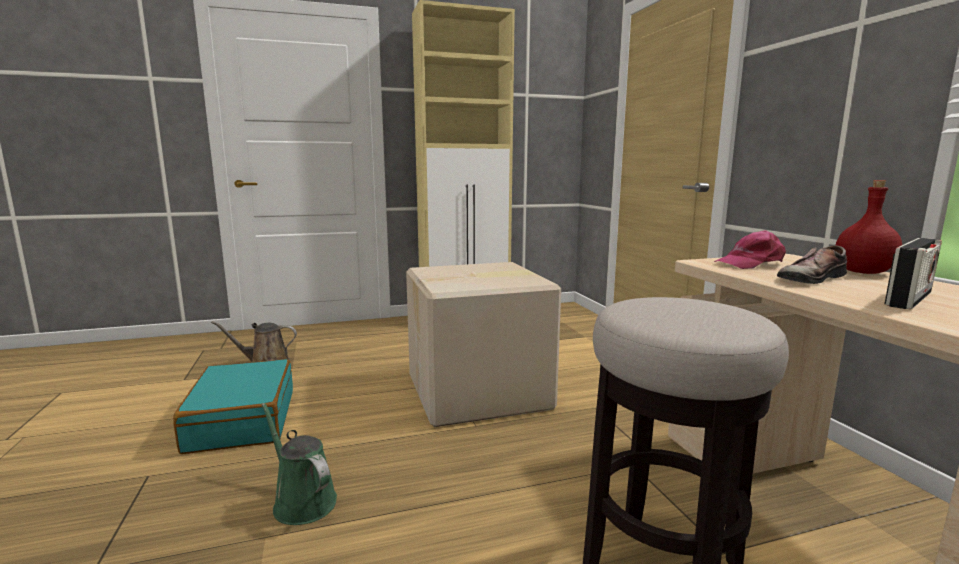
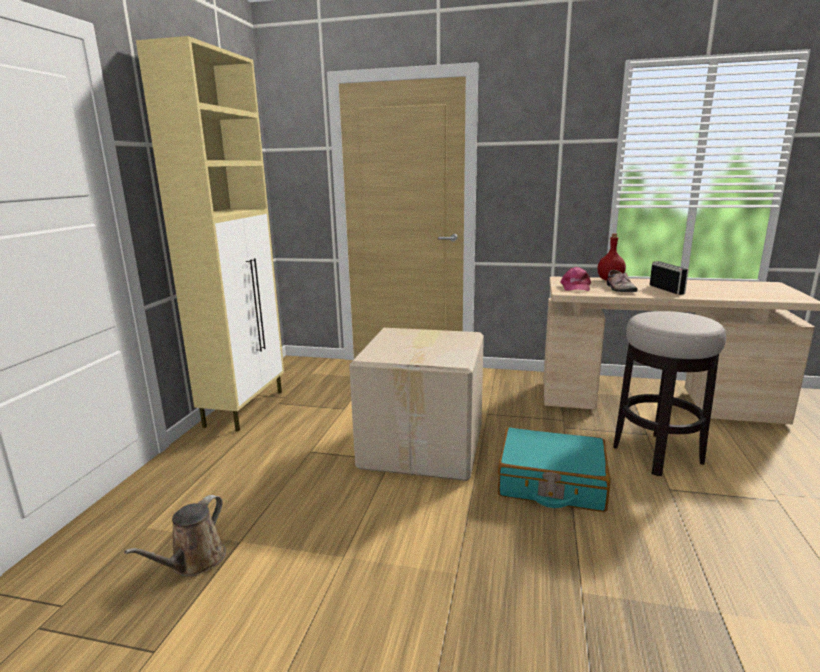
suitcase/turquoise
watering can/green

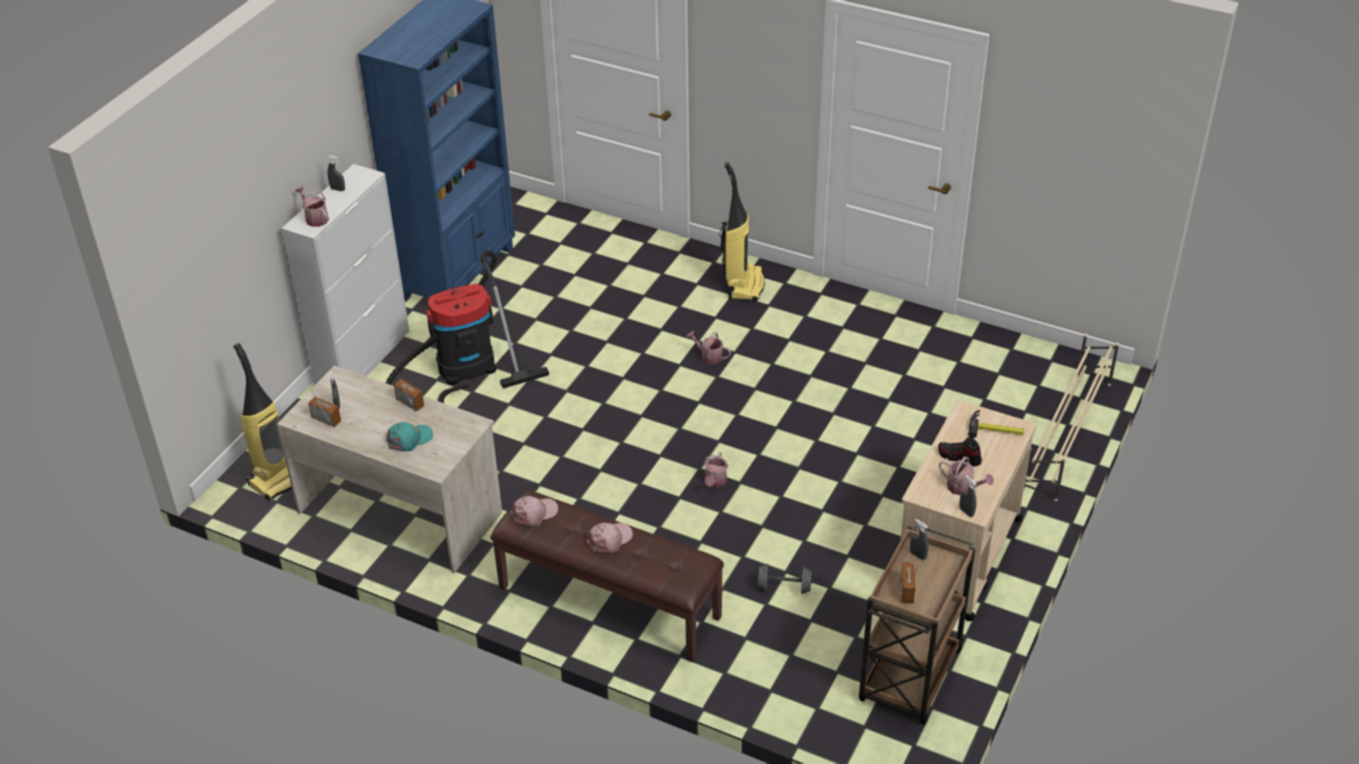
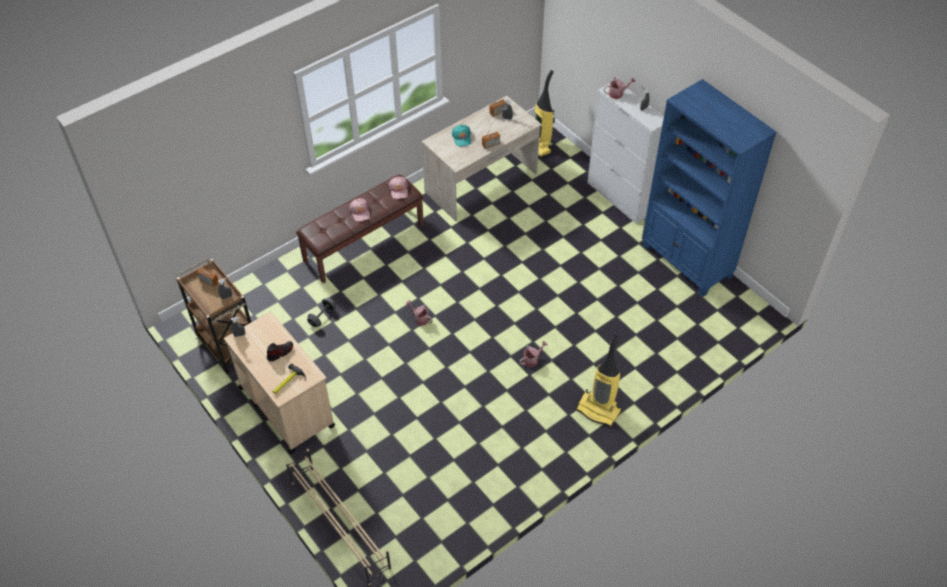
vacuum cleaner (no. 2 from left in the first image)
watering can (no. 4 from left in the first image)

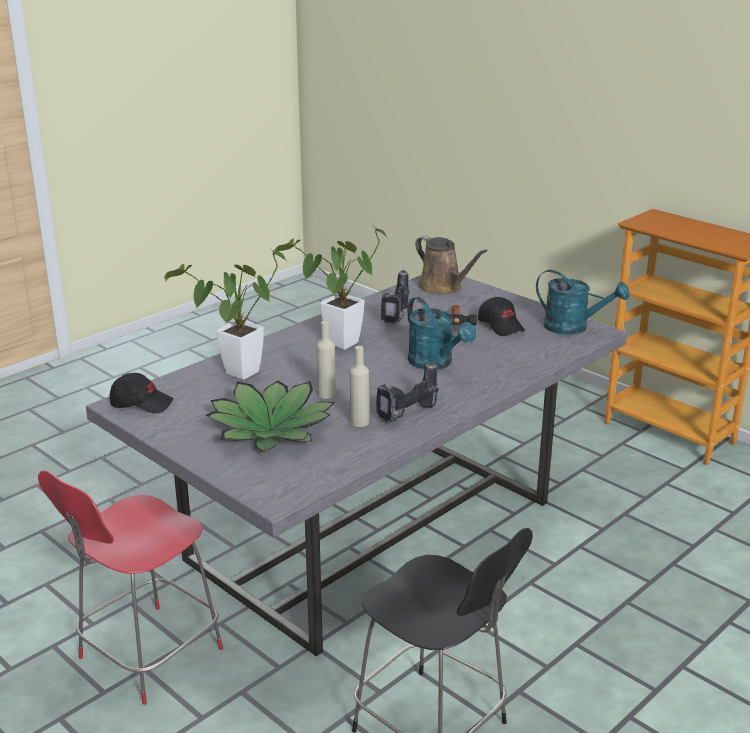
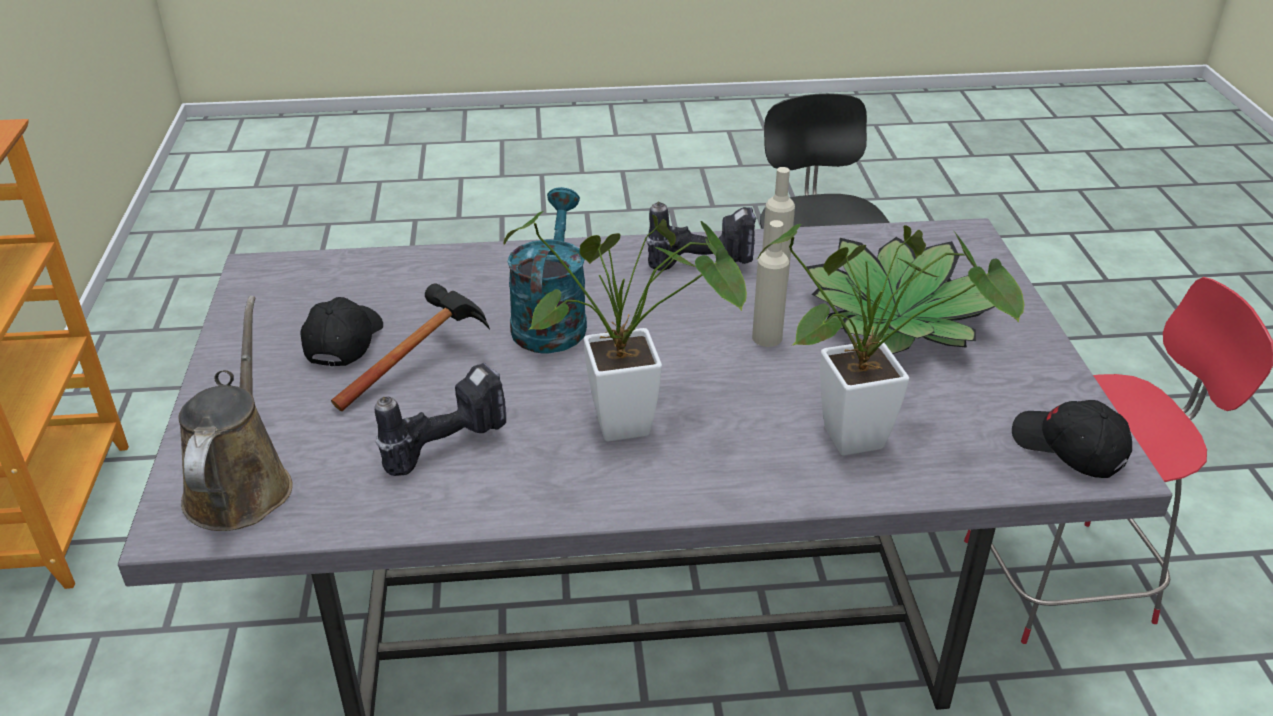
watering can/turquoise (no. 2 from left in the first image)

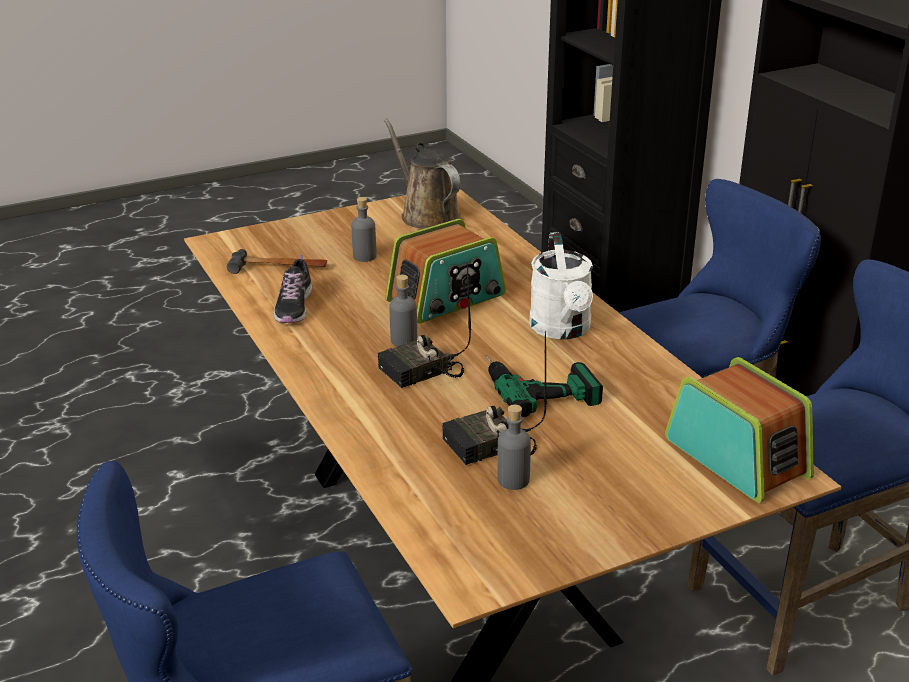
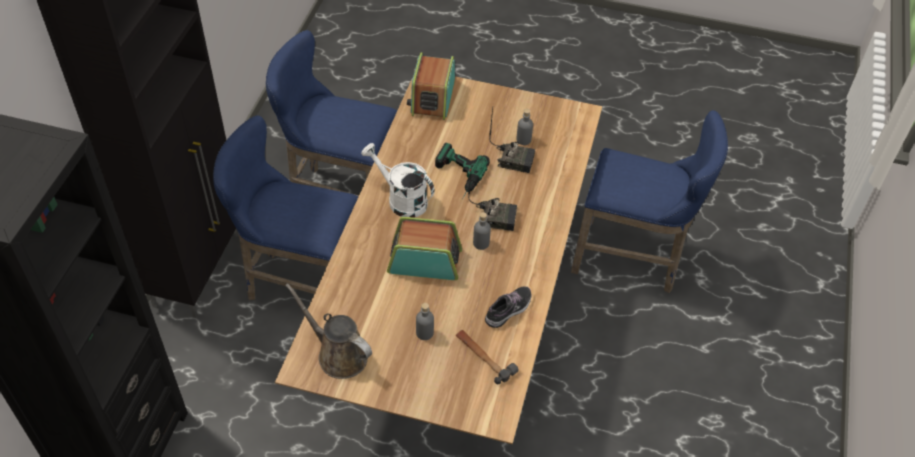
watering can/brown
watering can/white

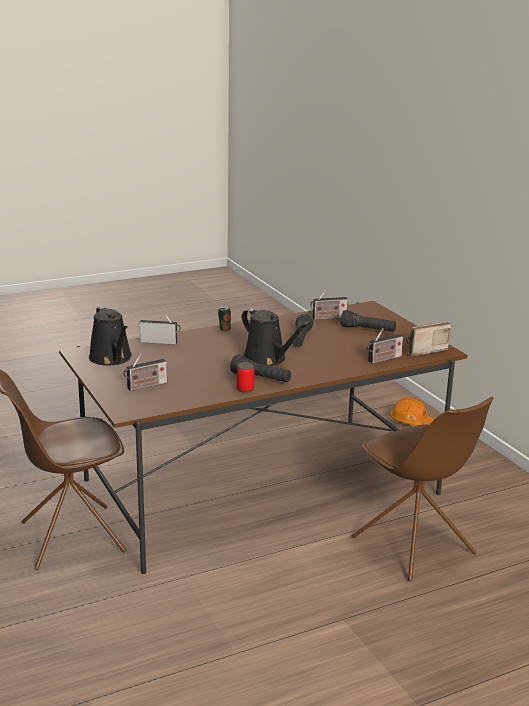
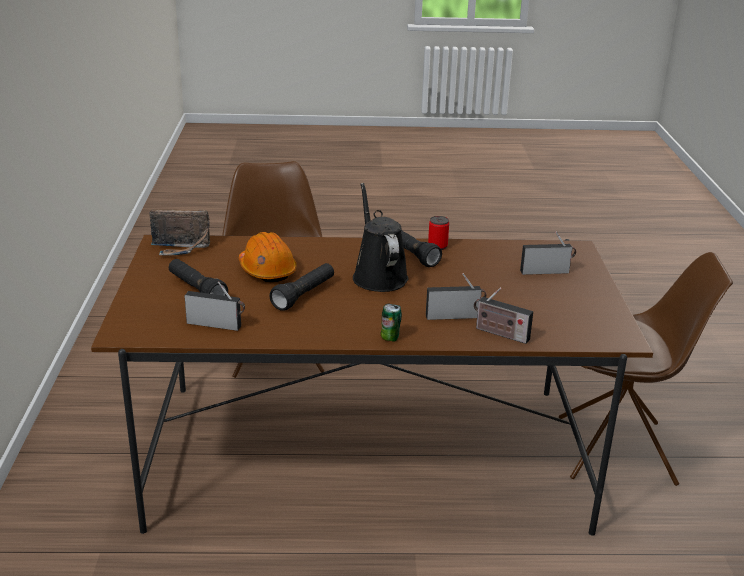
watering can/black (no. 1 from left in the first image)
radio (no. 3 from left)
hard hat/orange

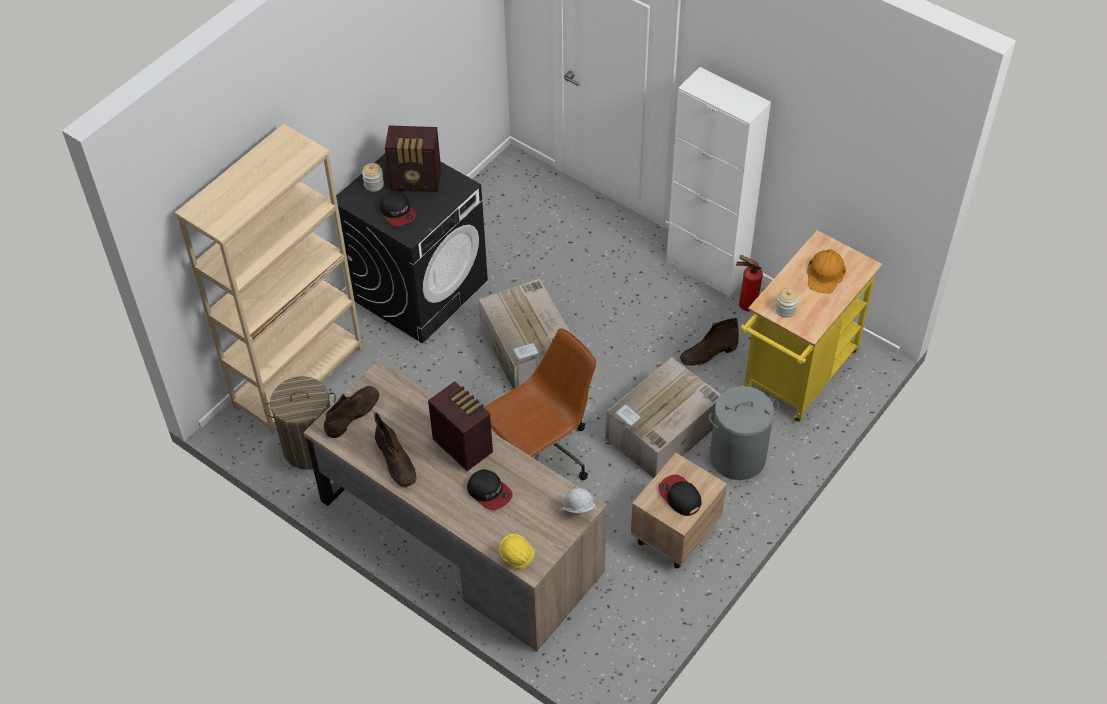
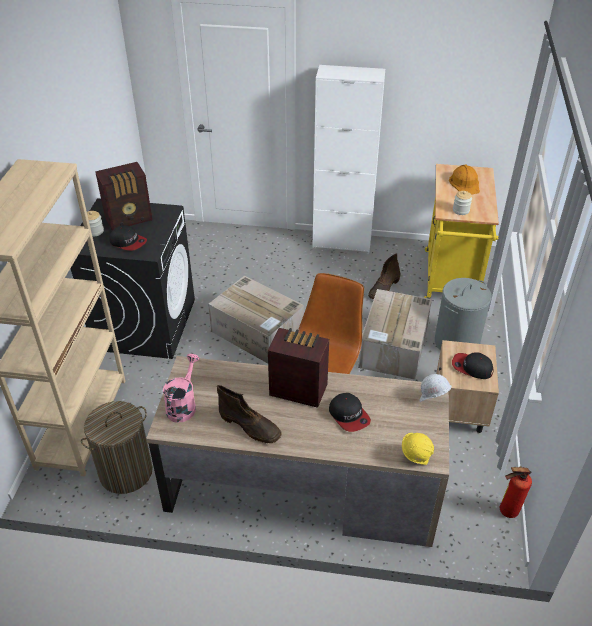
watering can/pink
cap (no. 2 from left)
fire extinguisher

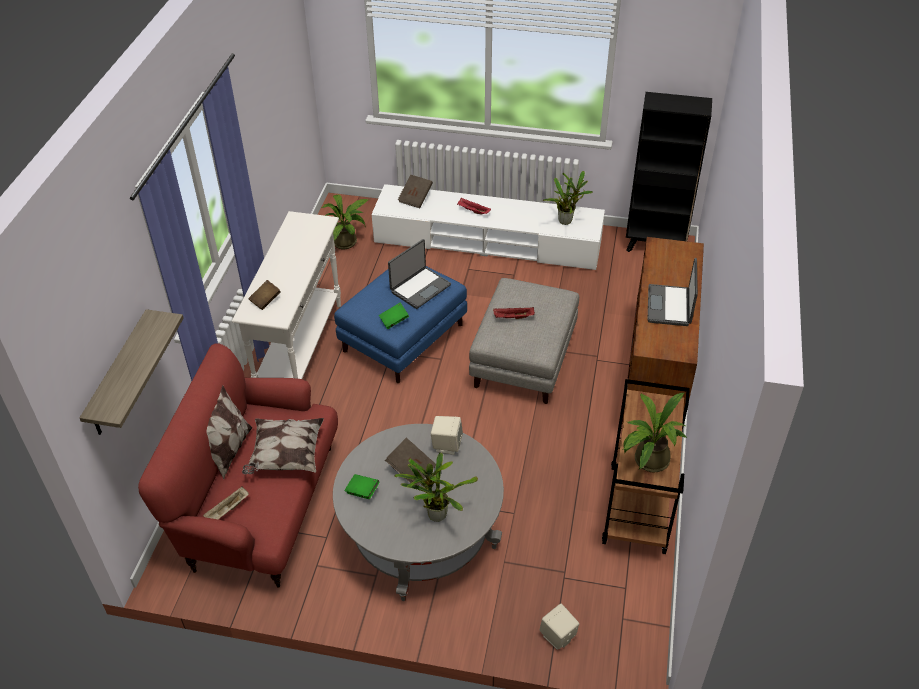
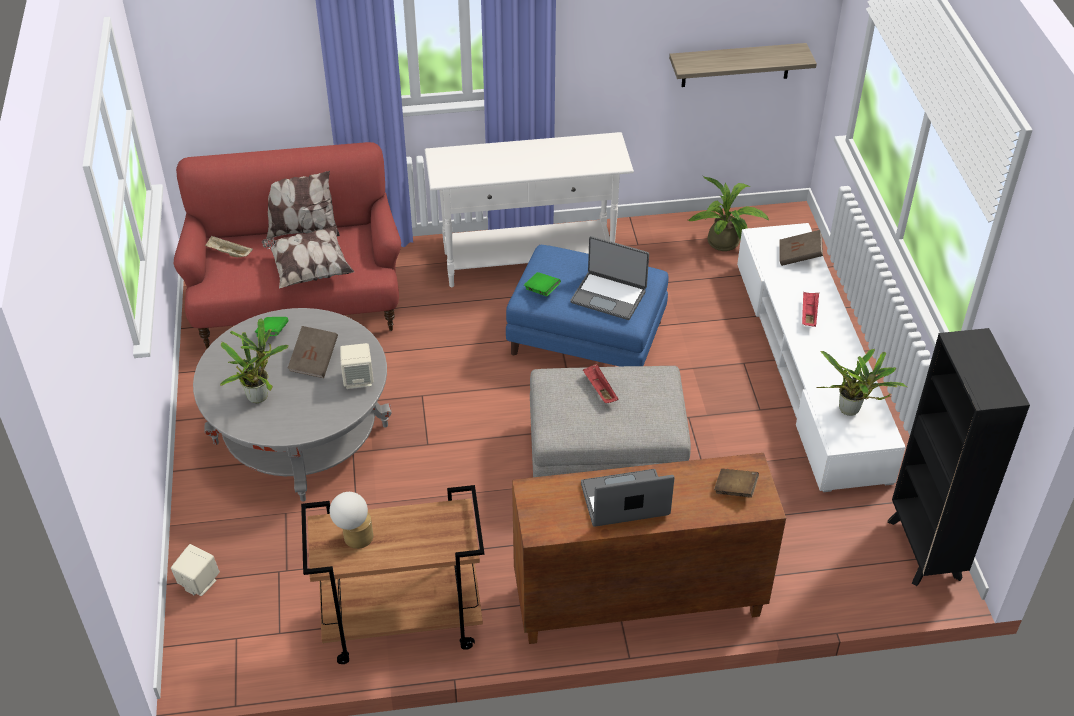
shelf
book/brown (no. 2 from left)
table lamp

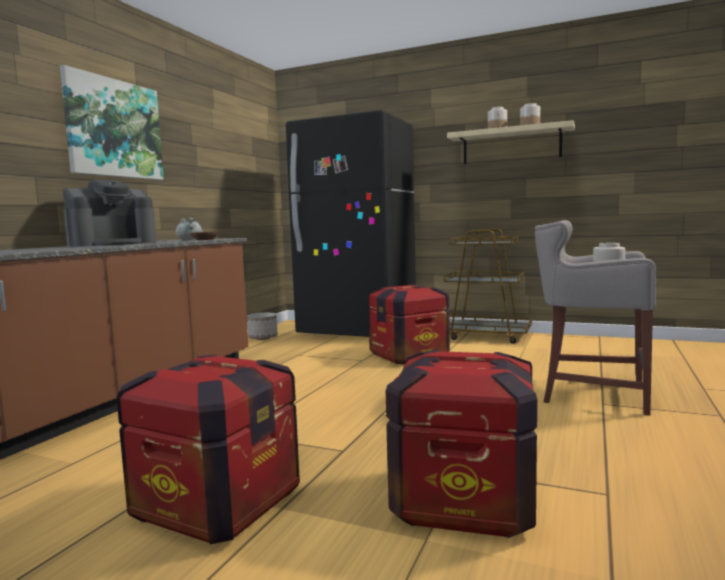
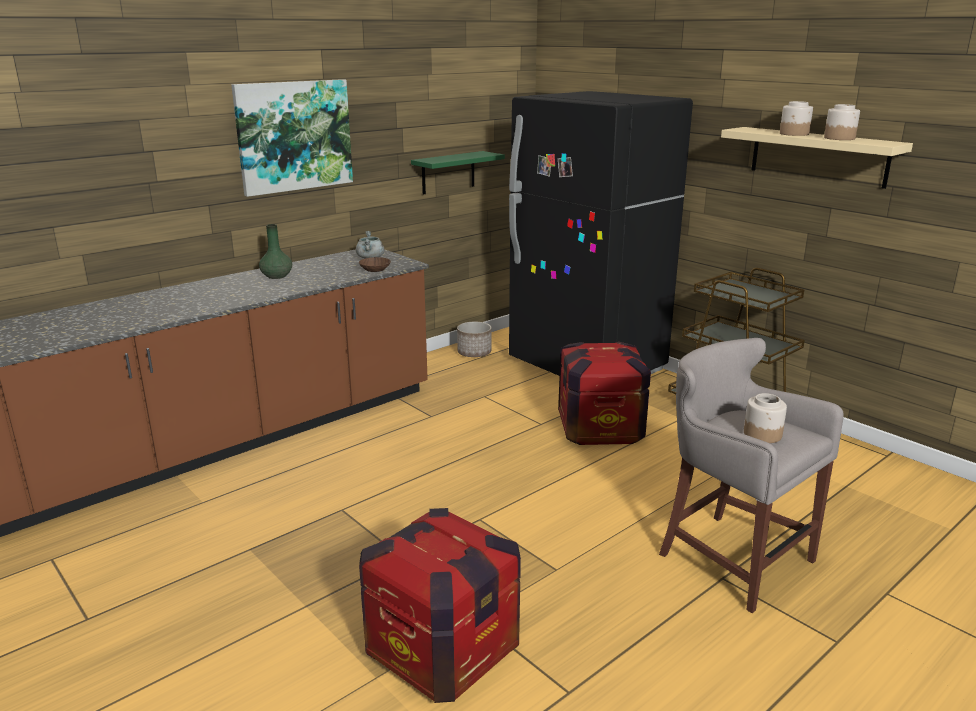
vase/green
crate (no. 1 from left in the first image)
shelf/green

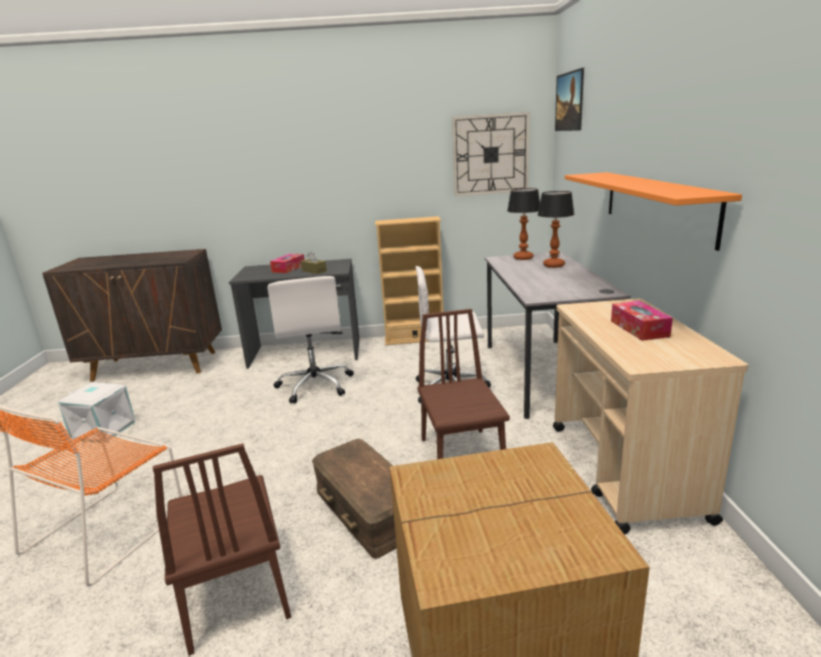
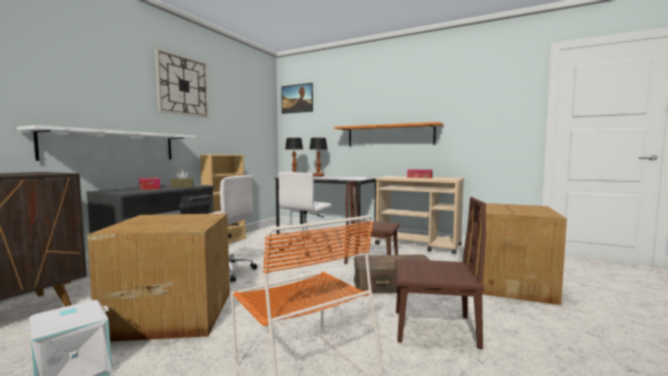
wall clock
shelf/white
cardboard box (no. 1 from left)

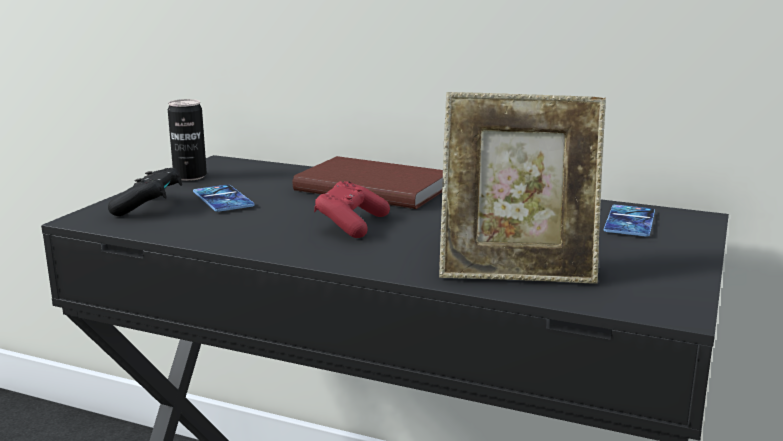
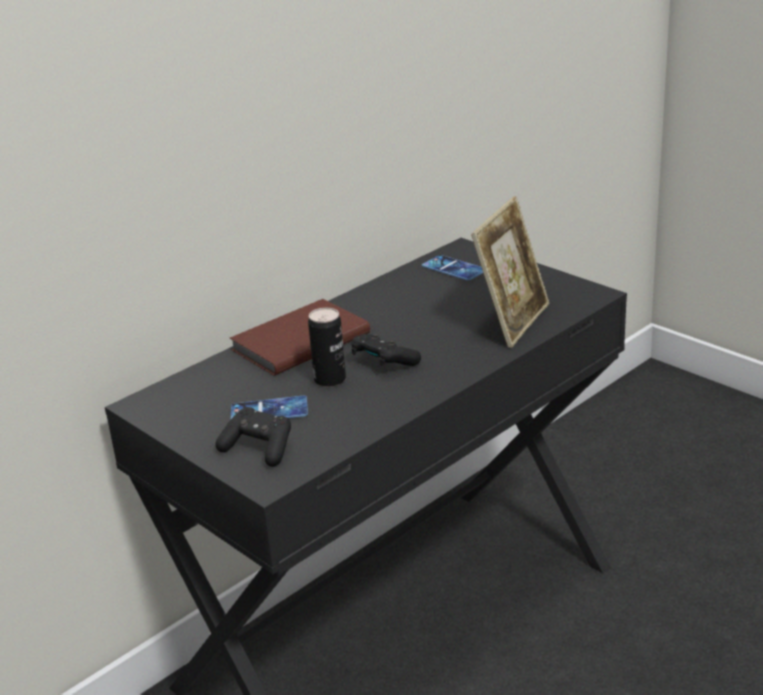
can
game controller/black (no. 2 from left)

